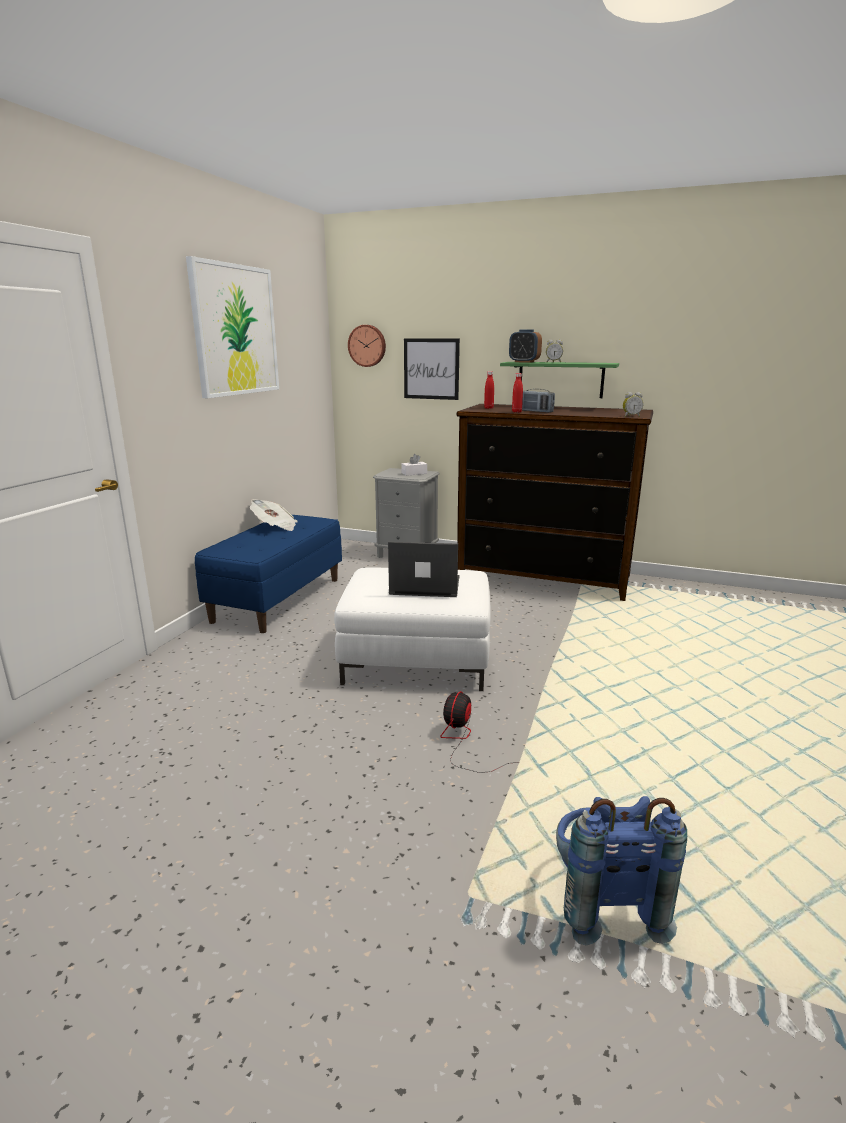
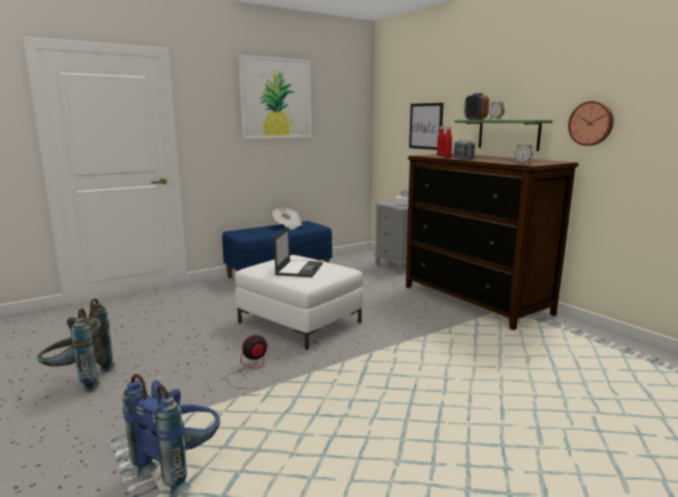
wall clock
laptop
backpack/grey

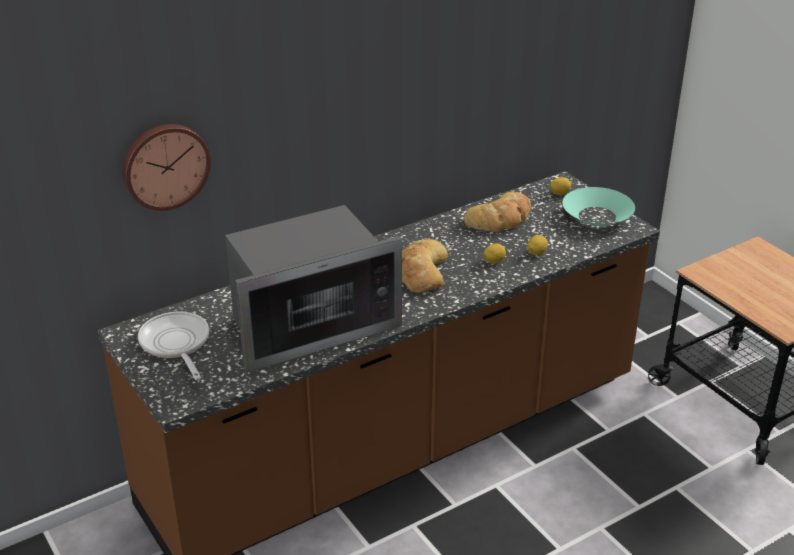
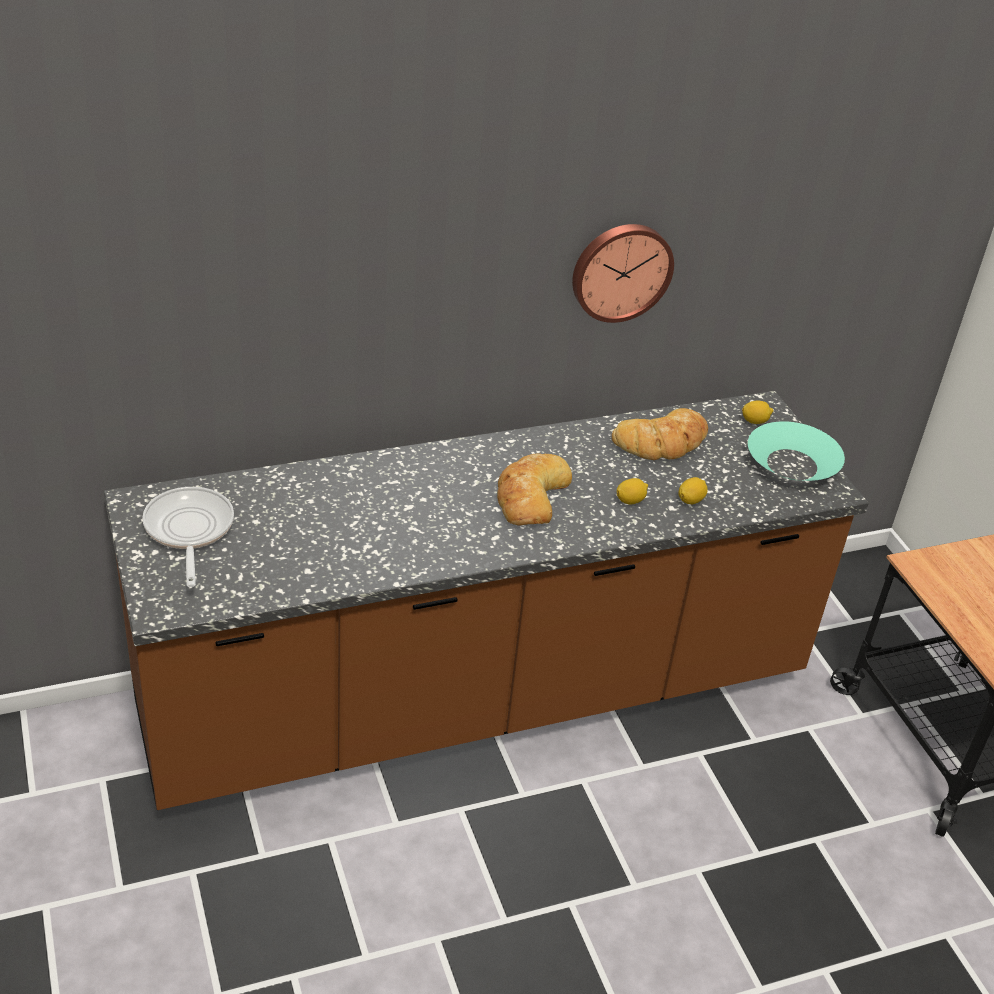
wall clock
microwave

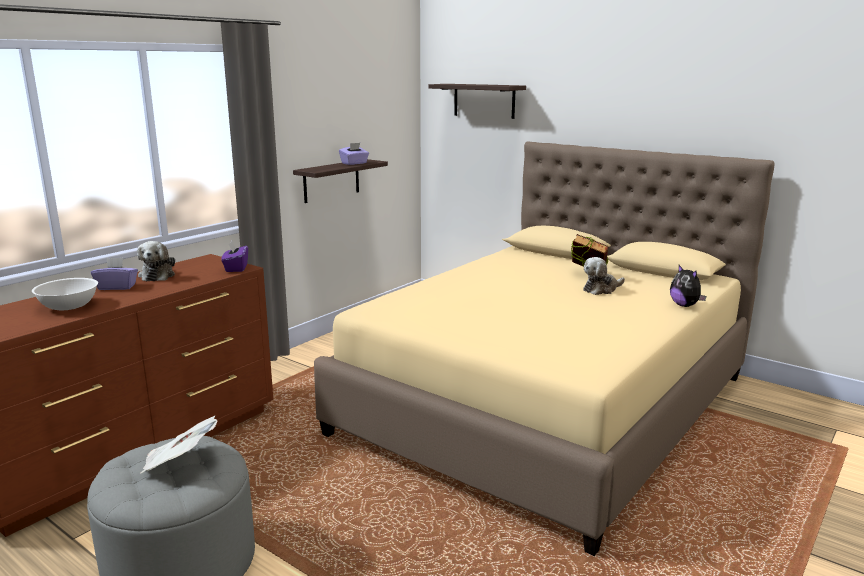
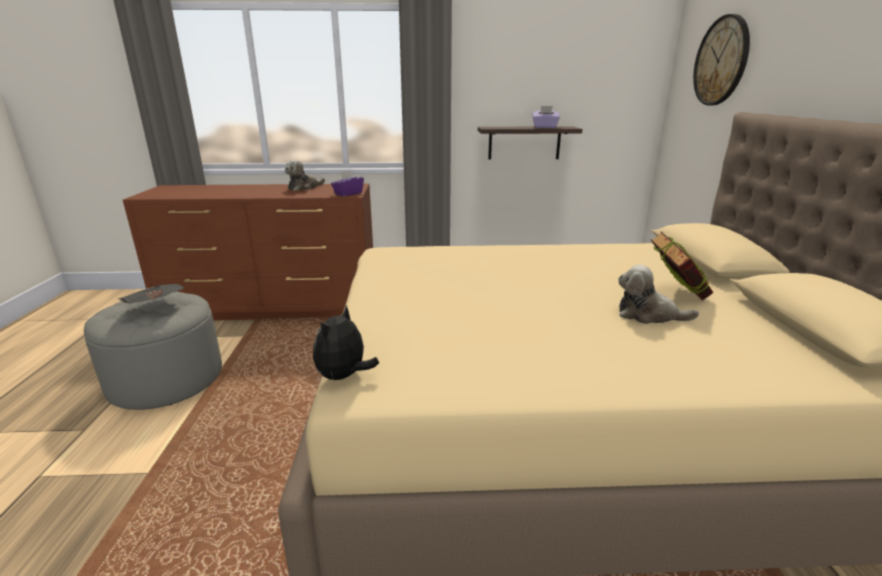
bowl/white
tissue box/purple (no. 1 from left in the first image)
wall clock
plush toy (no. 2 from left)

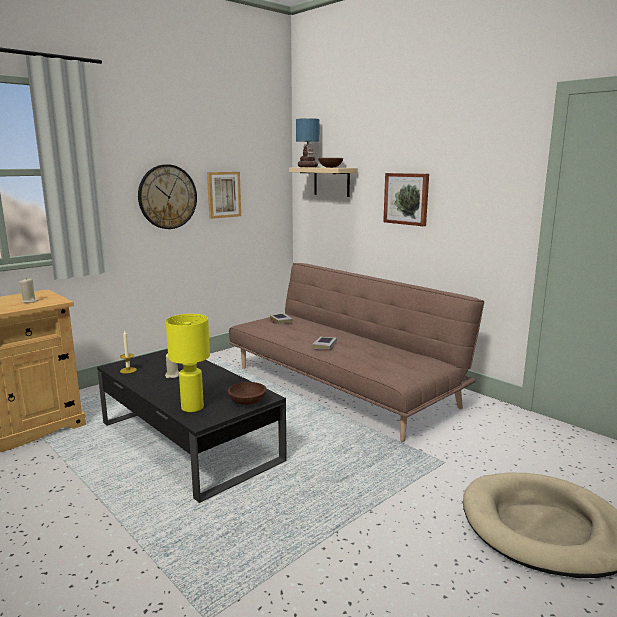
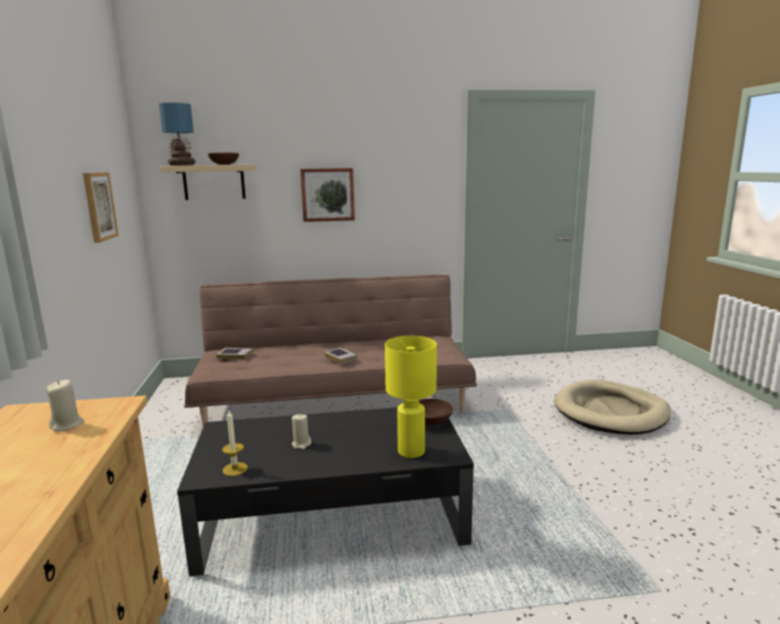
wall clock

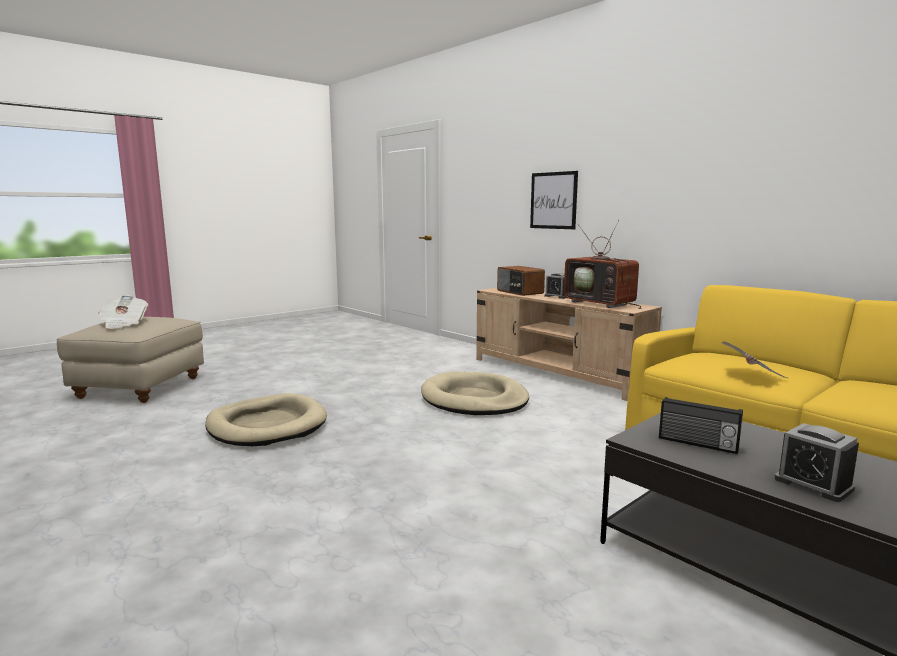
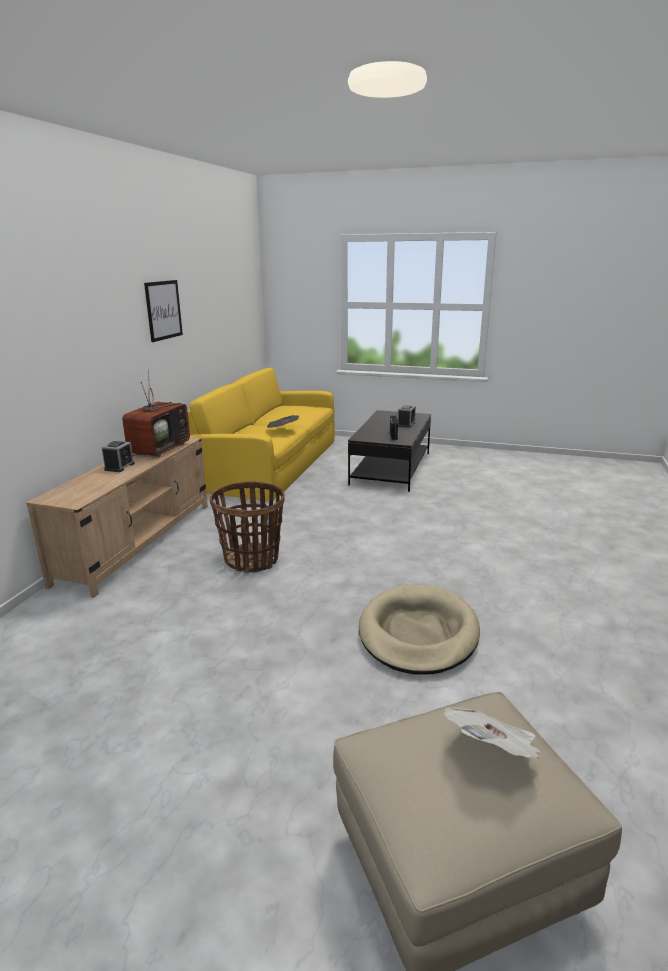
basket
radio (no. 1 from left in the first image)
picture

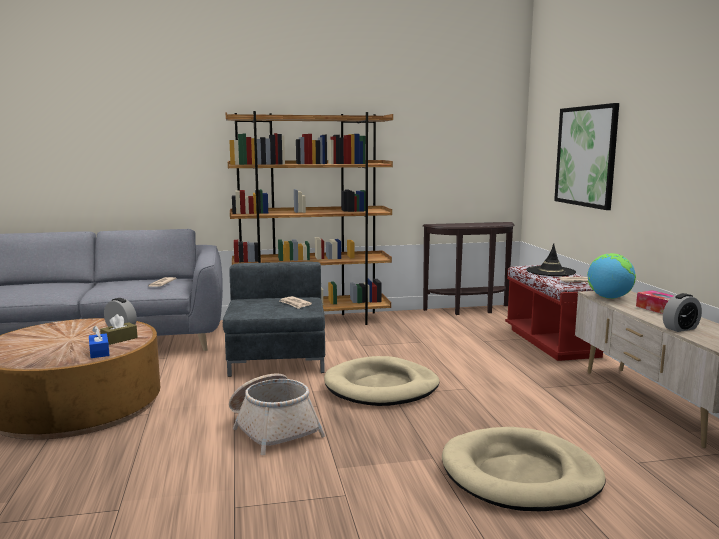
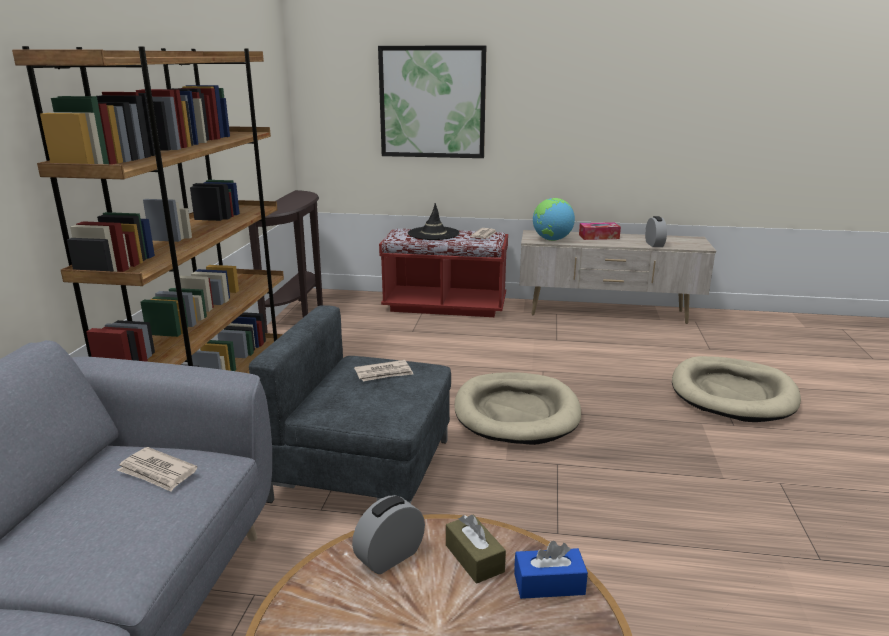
basket

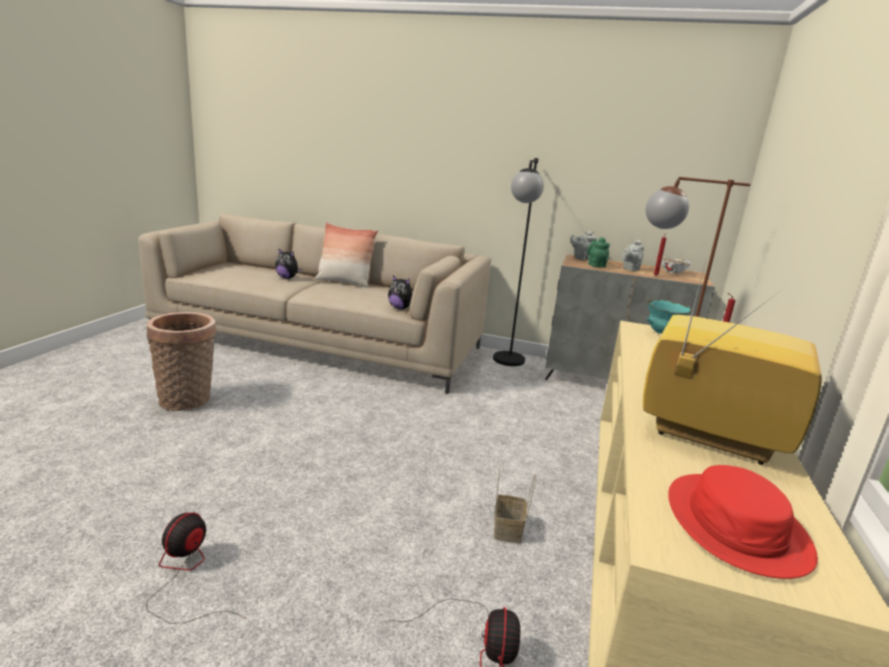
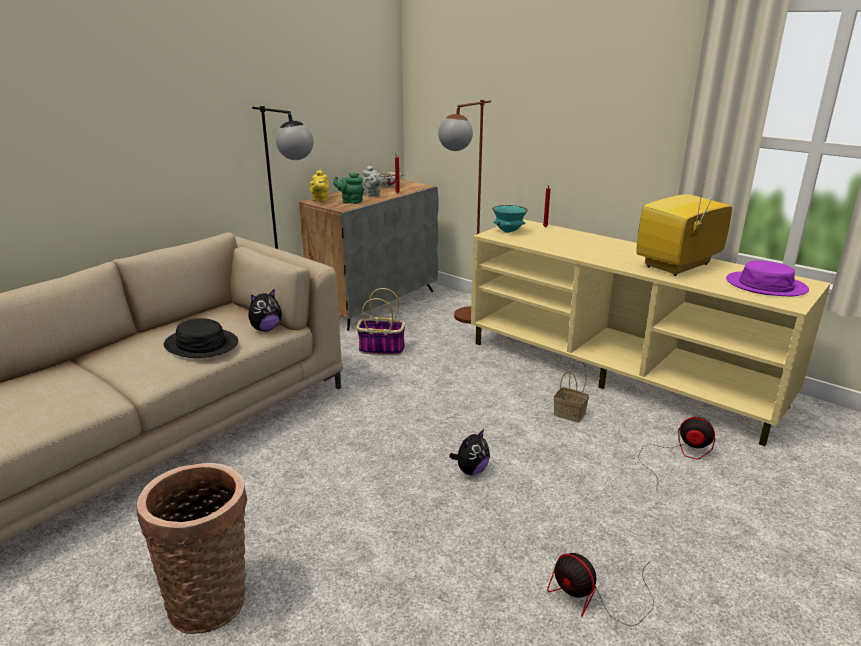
plush toy (no. 2 from left)
pillow
teapot/yellow
hat/purple
hat/black
basket (no. 2 from left)

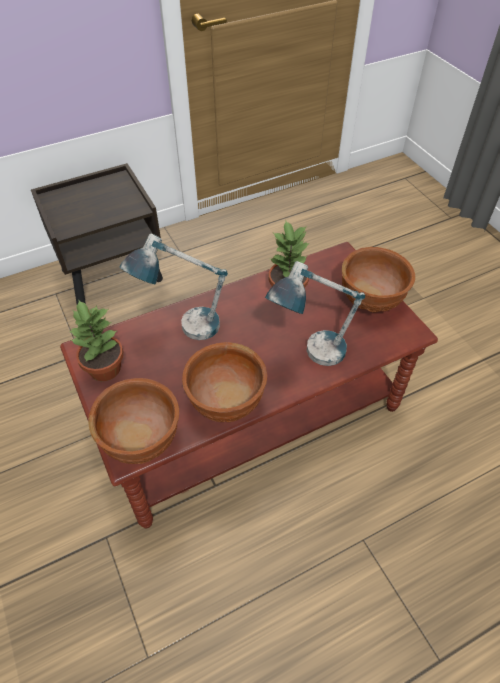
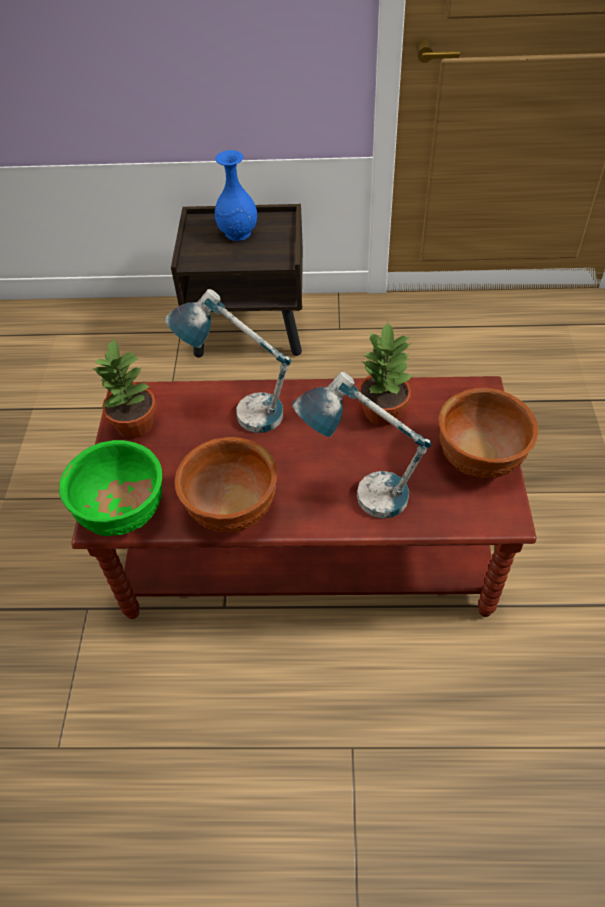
bowl/green
vase/blue

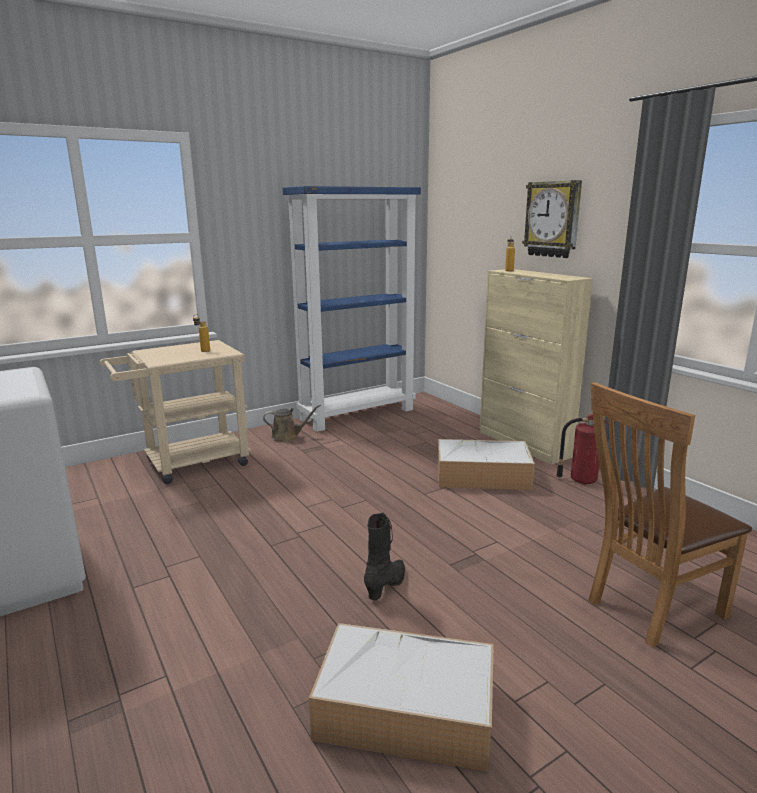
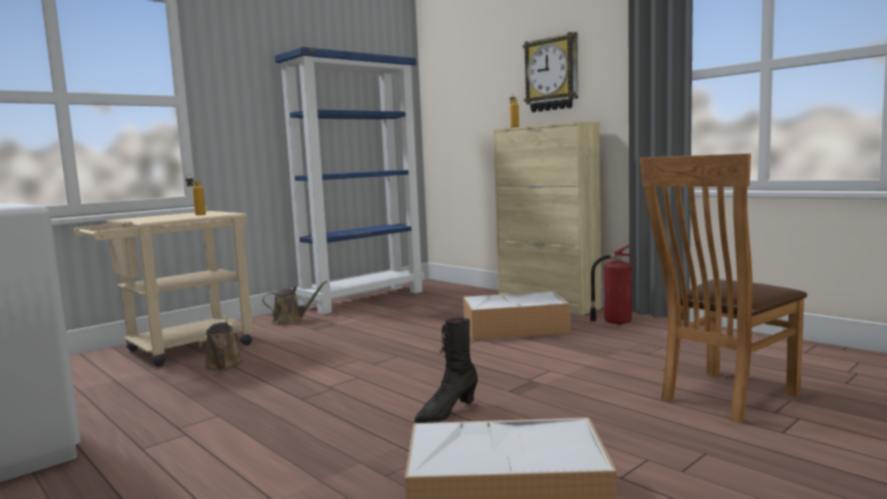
boot/black
watering can/brown (no. 1 from left)

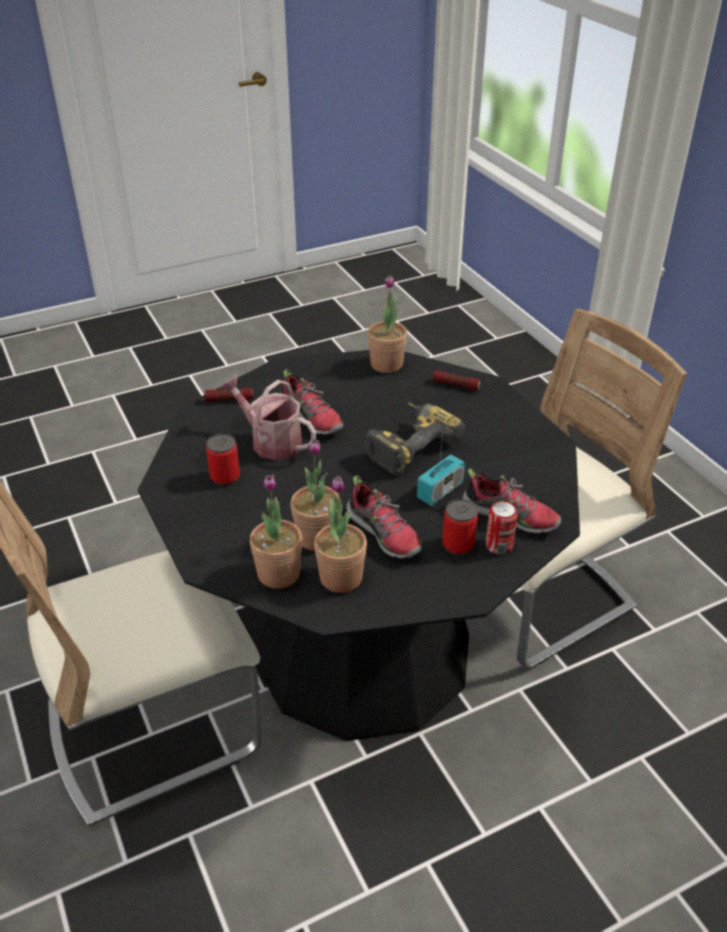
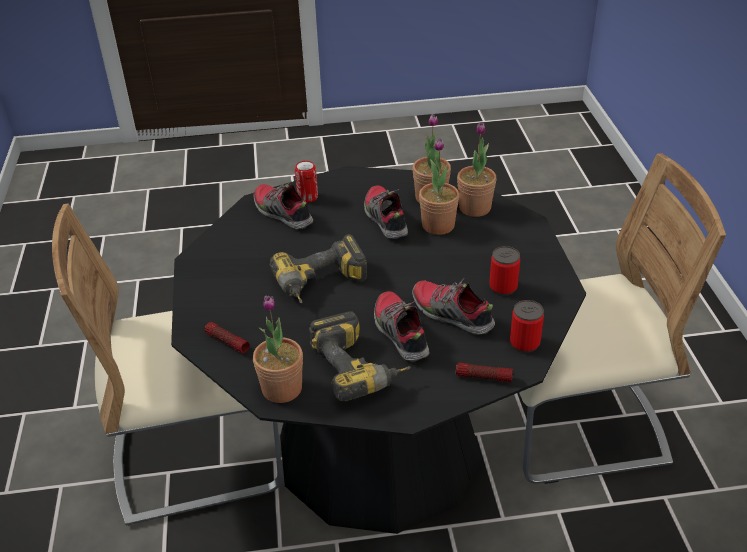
shoe (no. 4 from left)
radio
can (no. 3 from left)
power drill (no. 2 from left)

